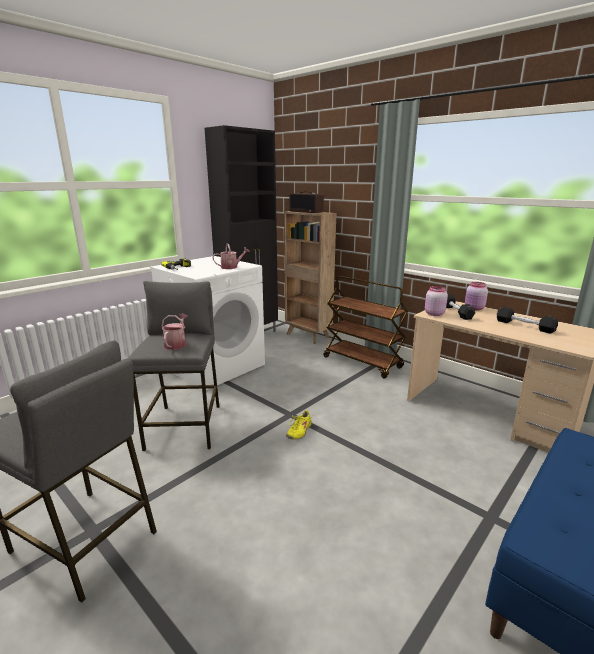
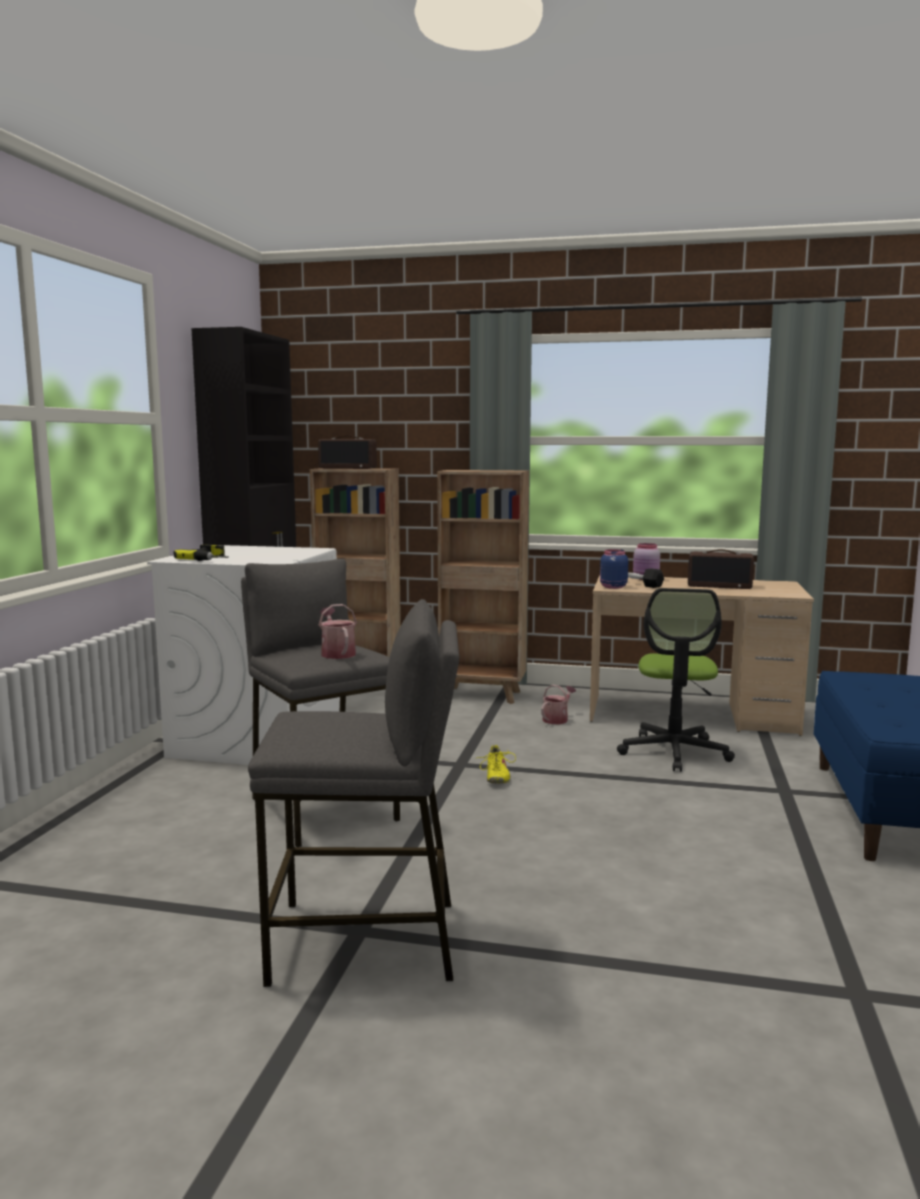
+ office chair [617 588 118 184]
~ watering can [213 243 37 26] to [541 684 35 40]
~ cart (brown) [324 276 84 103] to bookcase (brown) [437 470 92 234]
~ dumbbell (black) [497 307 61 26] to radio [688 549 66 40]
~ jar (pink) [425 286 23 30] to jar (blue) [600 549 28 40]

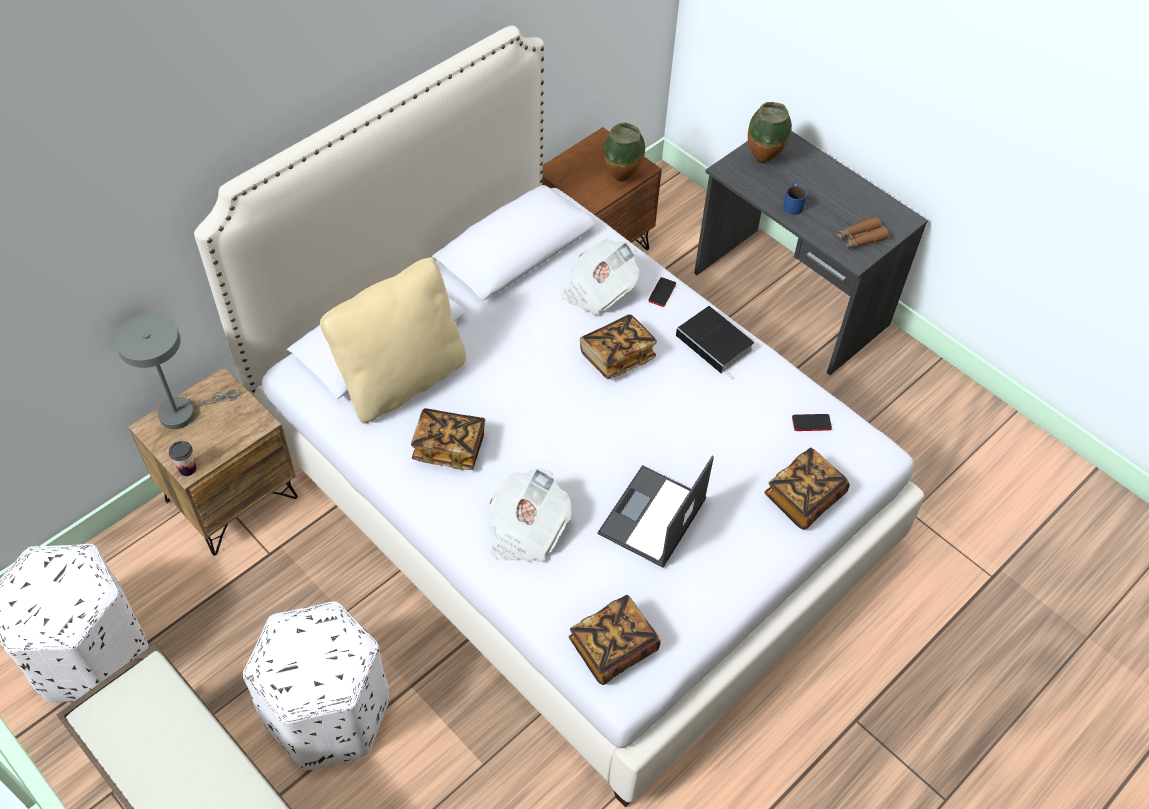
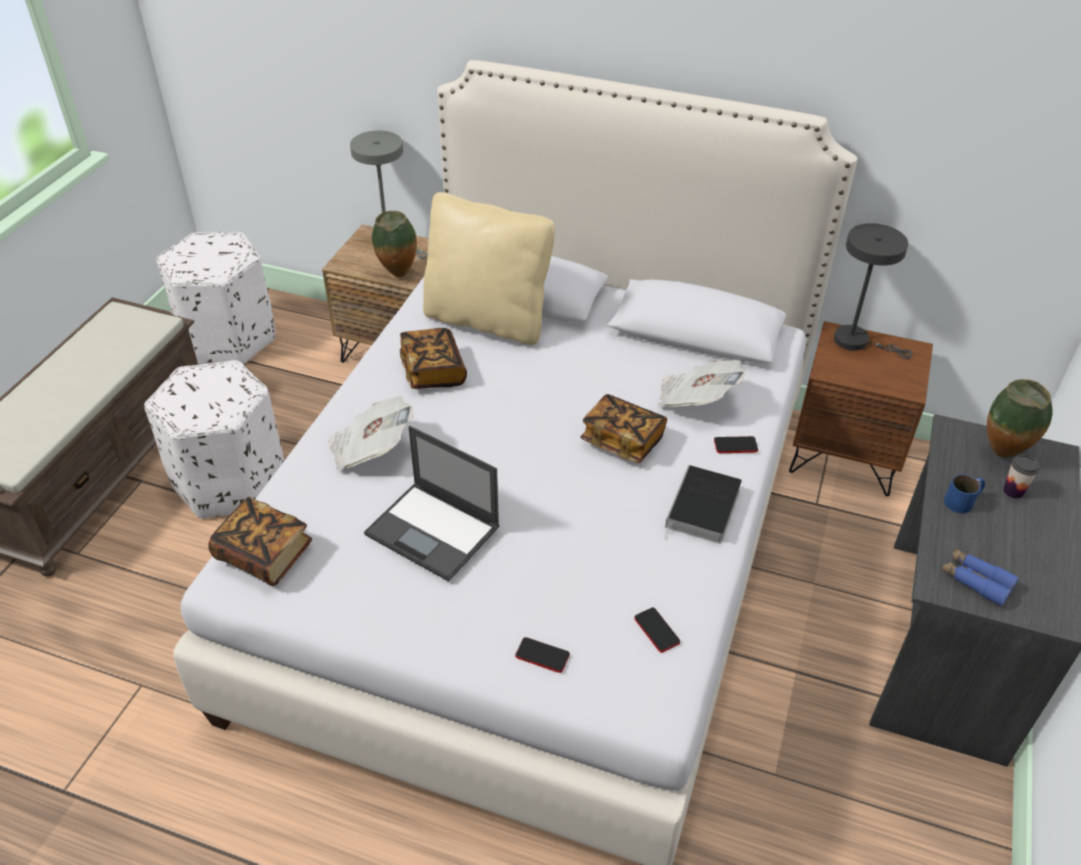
+ table lamp (grey) [834 223 79 136]
~ cup [169 441 27 35] to [1003 454 37 45]
~ vase [604 123 41 59] to [372 211 45 66]
~ book [764 448 86 81] to phone [515 637 55 36]
~ binoculars (brown) [836 217 53 32] to binoculars (blue) [941 548 78 59]
~ laptop [597 456 117 112] = [364 426 136 156] 150 degrees counterclockwise

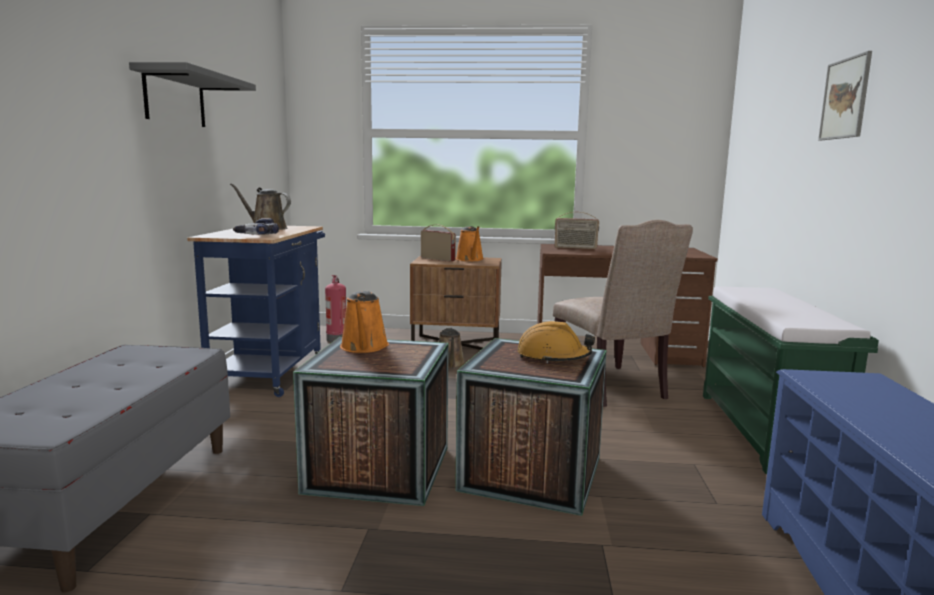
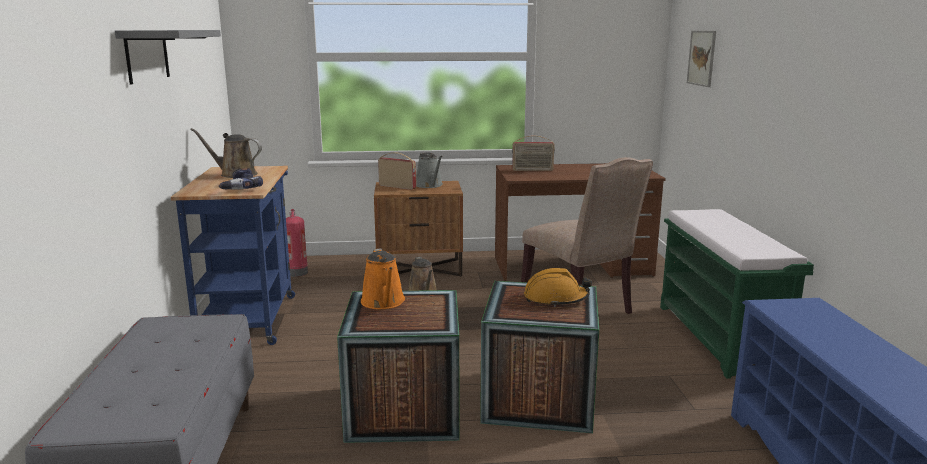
~ picture [818 51 54 89] to [687 31 29 56]
~ watering can (orange) [456 226 28 35] to watering can (grey) [416 152 27 36]

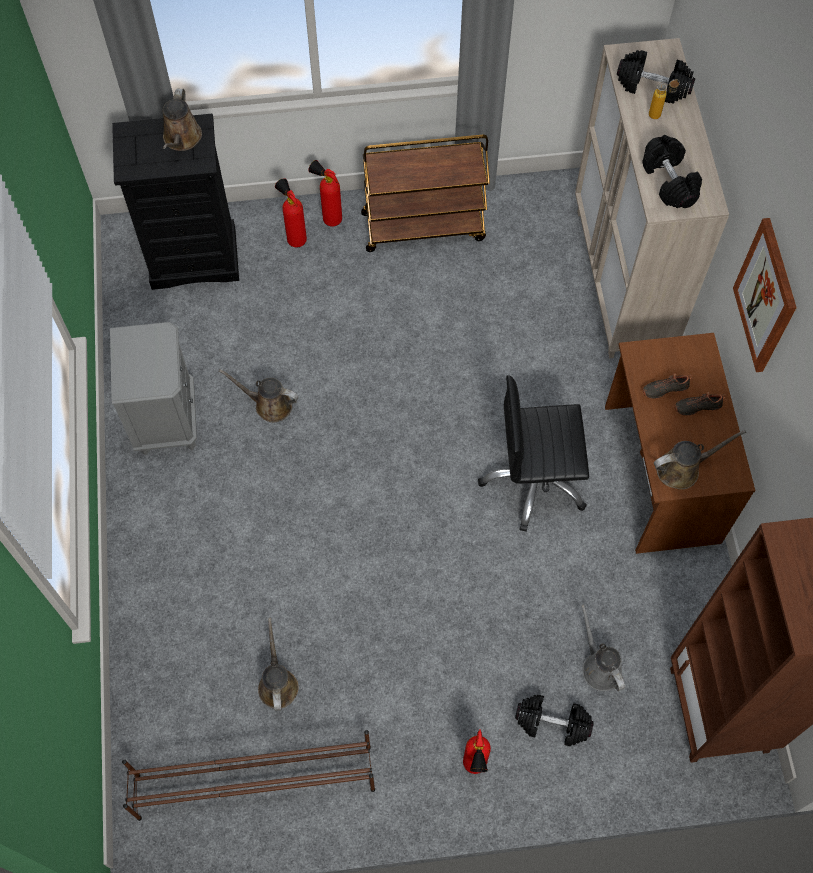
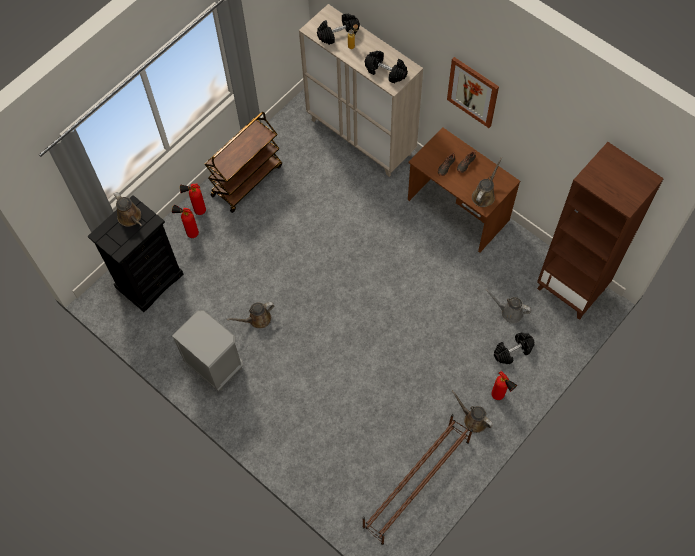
- office chair (black) [478 375 111 157]
~ watering can (brown) [258 618 41 93] to [452 390 41 43]

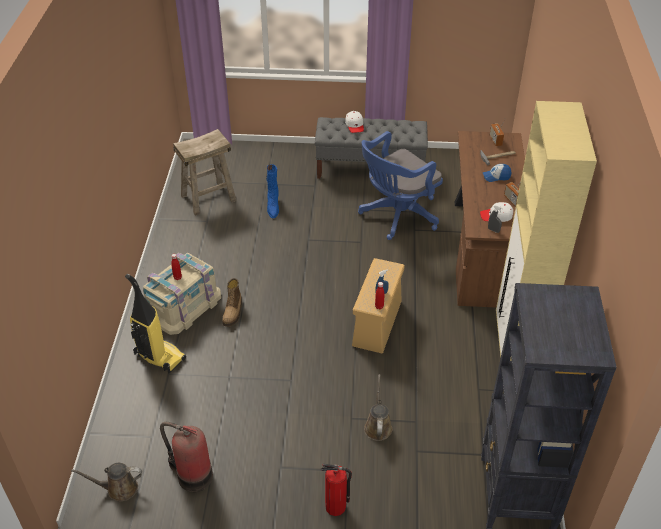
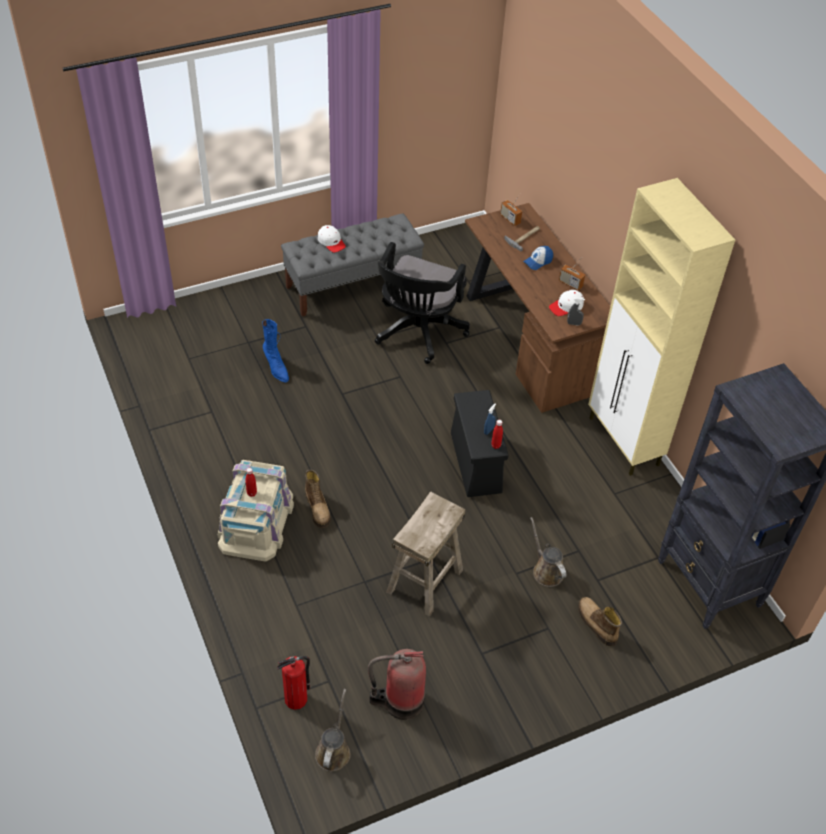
- vacuum cleaner [125 274 61 99]
+ boot [578 597 44 49]
~ stool (beige) [173 129 64 87] to [386 491 79 126]
~ fire extinguisher [321 464 31 52] to [277 656 33 54]
~ storage box (beige) [352 258 53 95] to storage box (black) [451 390 58 107]
~ office chair (blue) [358 131 85 109] to office chair (black) [375 242 95 122]
~ watering can (brown) [71 463 71 38] = [315 689 36 83] 135 degrees clockwise

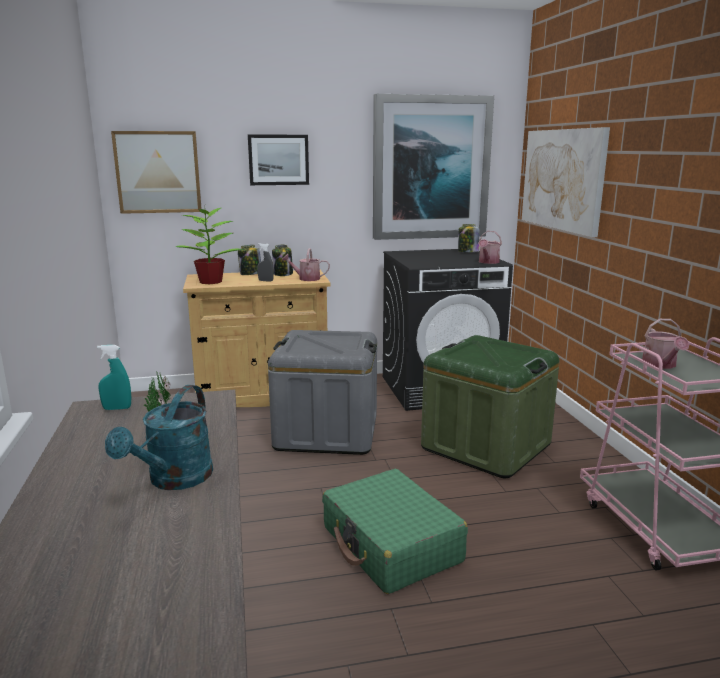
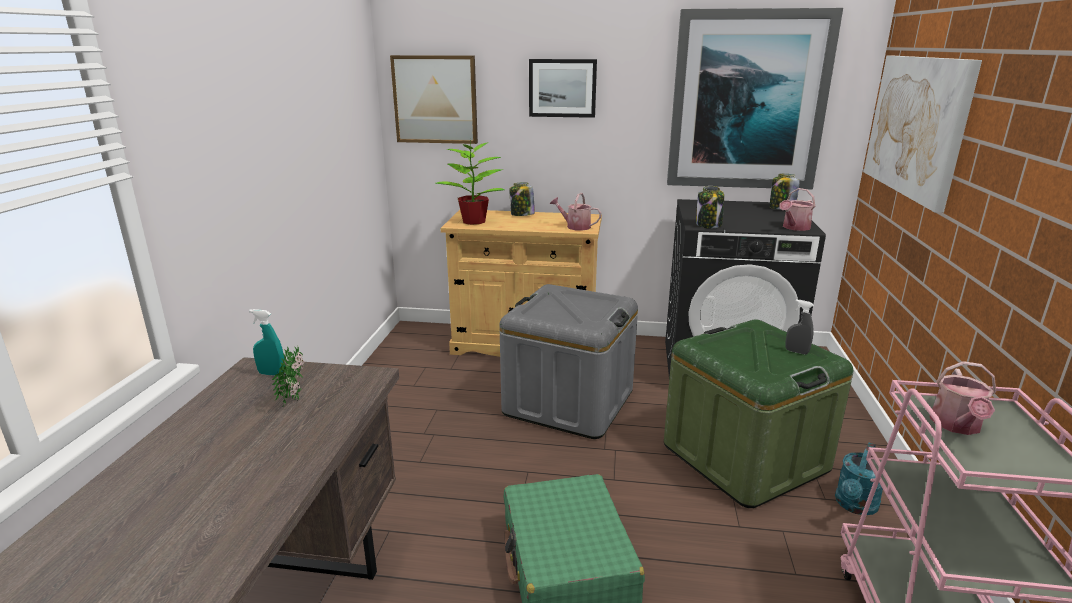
~ watering can (turquoise) [105 385 108 105] to [835 443 48 72]
~ spray bottle (grey) [257 243 17 39] to [786 300 28 55]
~ jar [272 244 21 32] to [696 186 28 42]

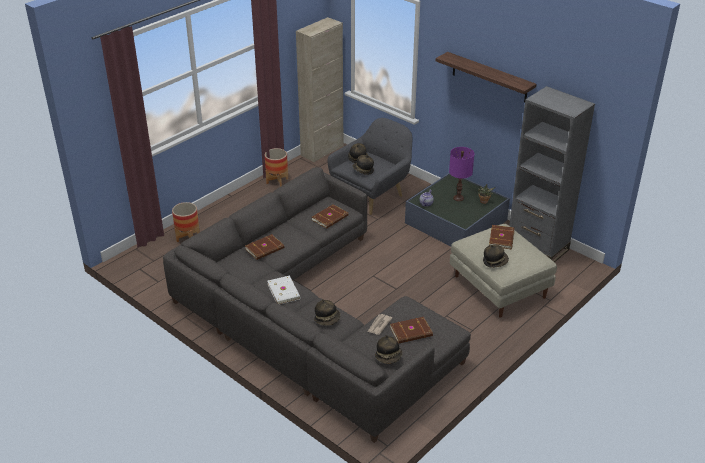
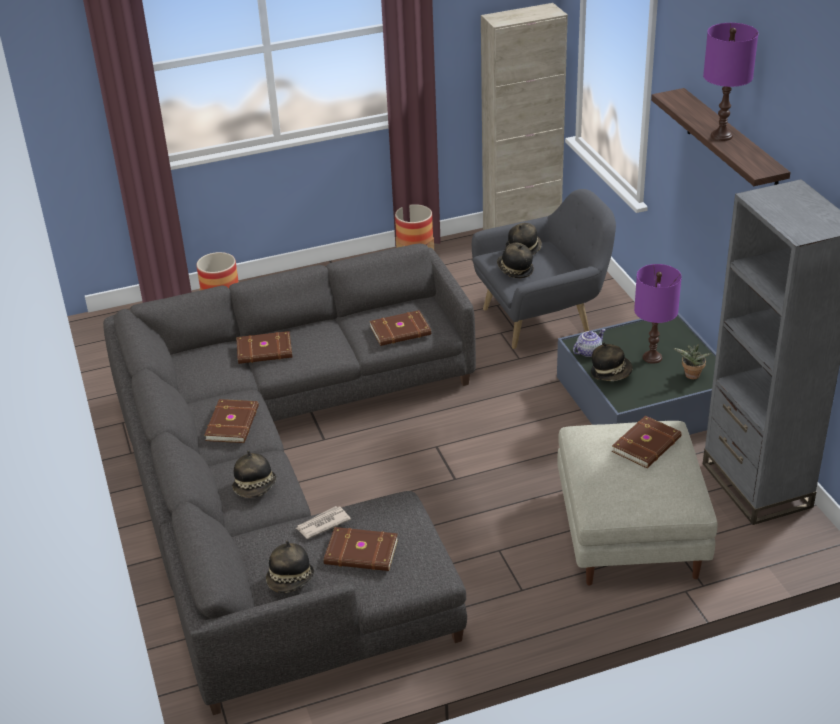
+ table lamp (purple) [703 23 55 118]
~ hat [483 245 26 23] to [591 343 41 38]
~ book (white) [268 276 33 28] to book (brown) [204 399 55 44]

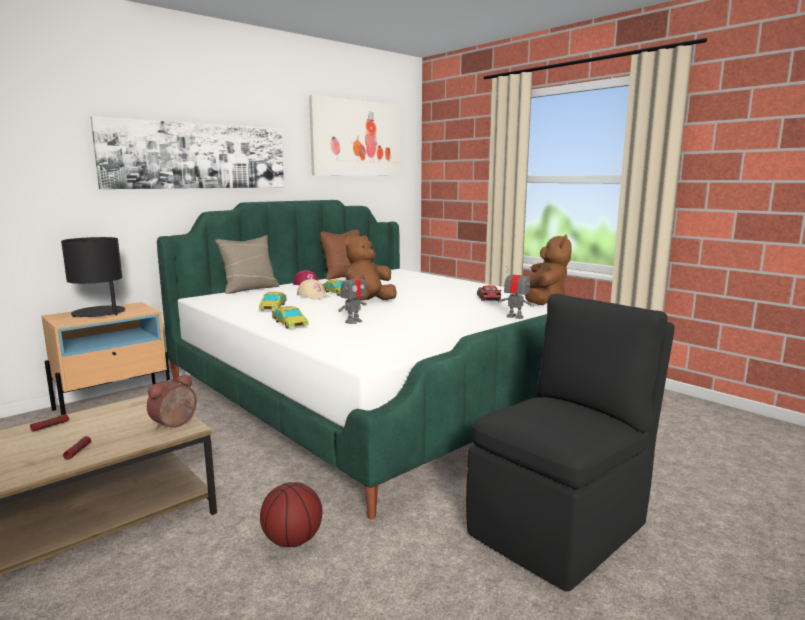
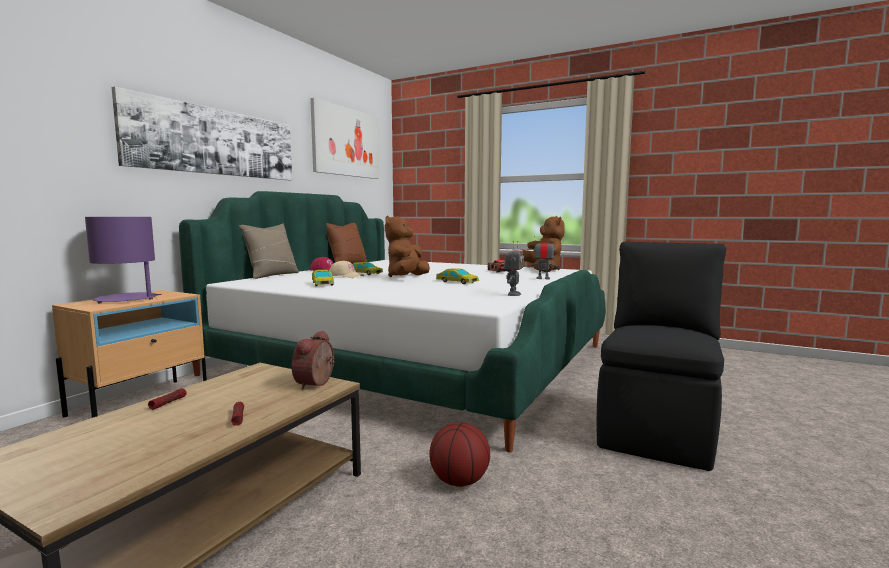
~ toy car [272 306 37 22] to [436 269 43 15]
~ toy robot [338 269 29 55] to [504 241 20 55]
~ table lamp (black) [61 237 64 80] to table lamp (purple) [85 217 77 86]

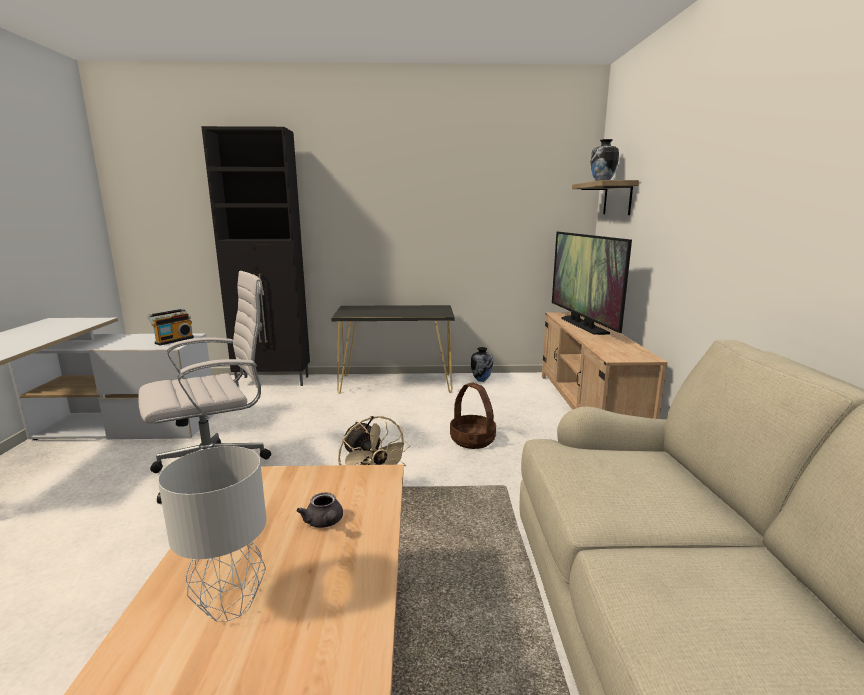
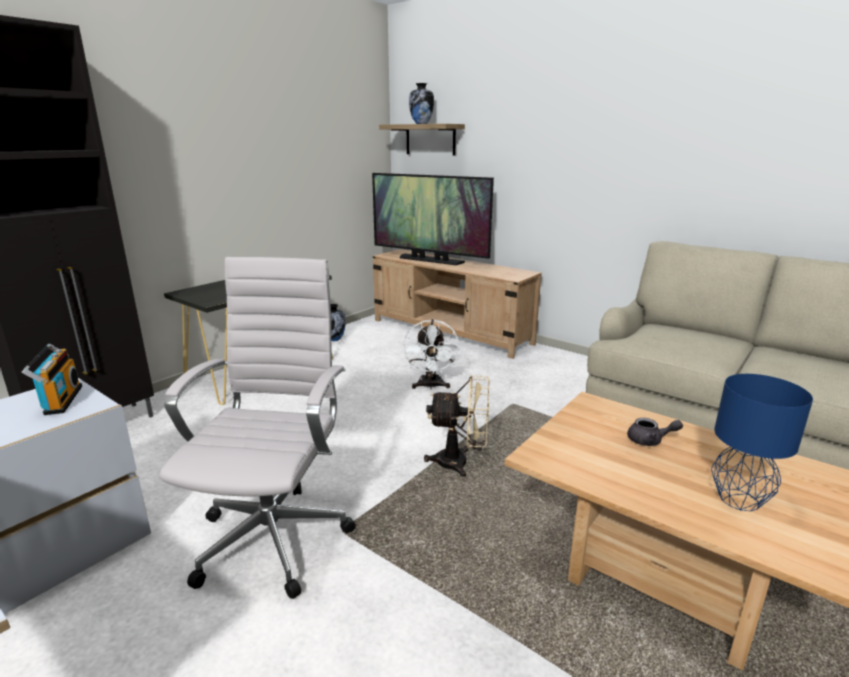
~ basket [450 382 46 67] to fan (white) [403 319 57 70]
~ table lamp (grey) [158 446 108 175] to table lamp (blue) [711 374 102 137]

